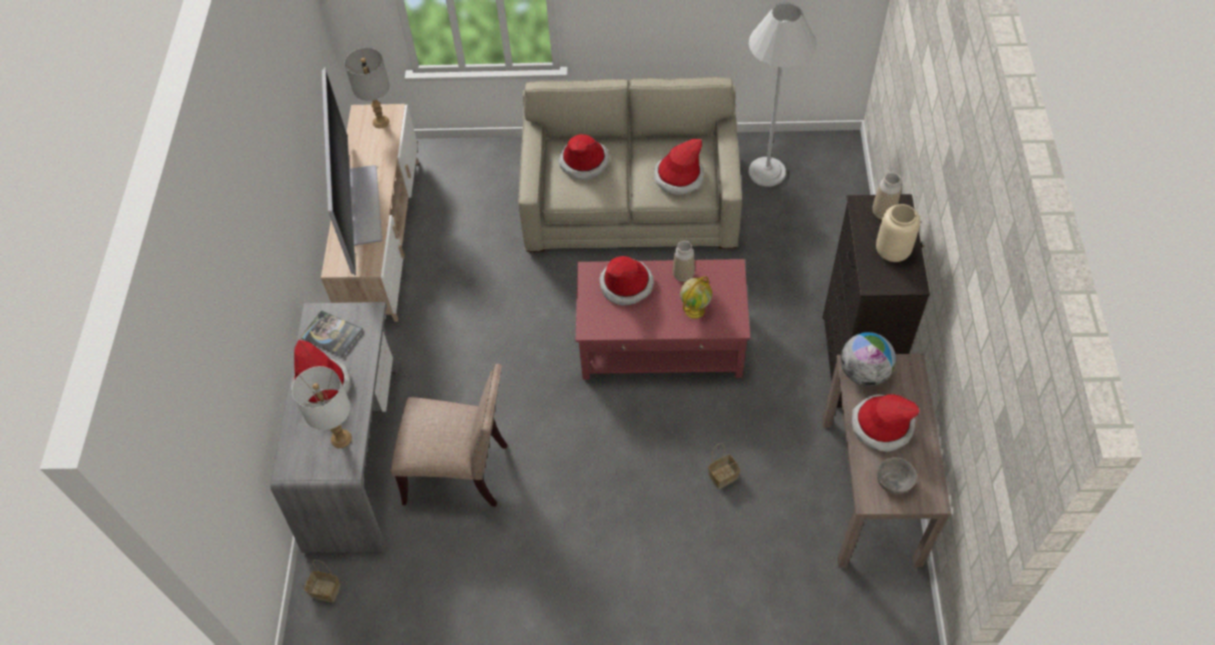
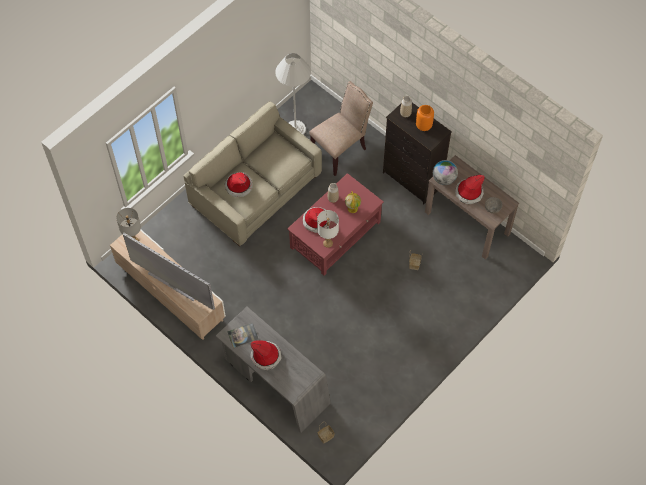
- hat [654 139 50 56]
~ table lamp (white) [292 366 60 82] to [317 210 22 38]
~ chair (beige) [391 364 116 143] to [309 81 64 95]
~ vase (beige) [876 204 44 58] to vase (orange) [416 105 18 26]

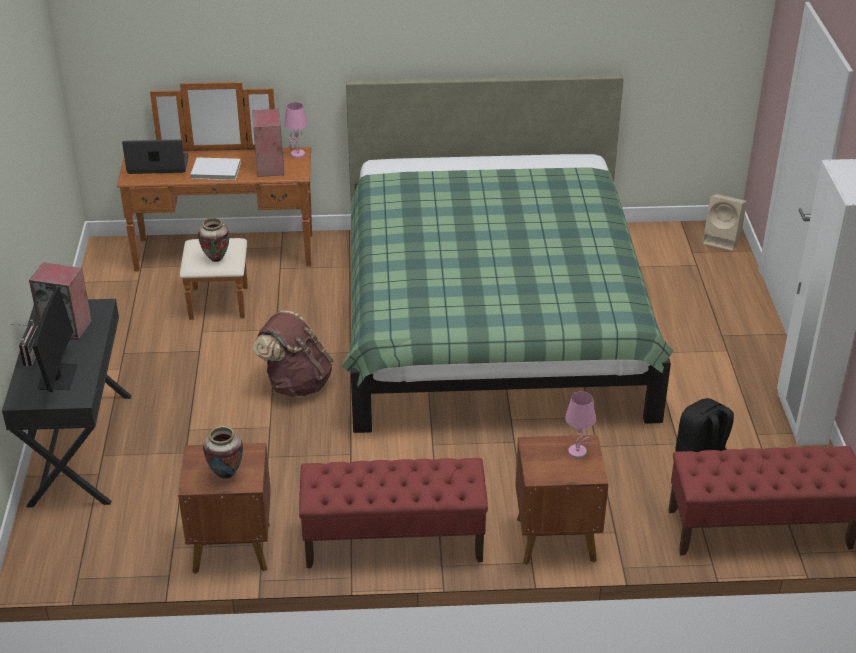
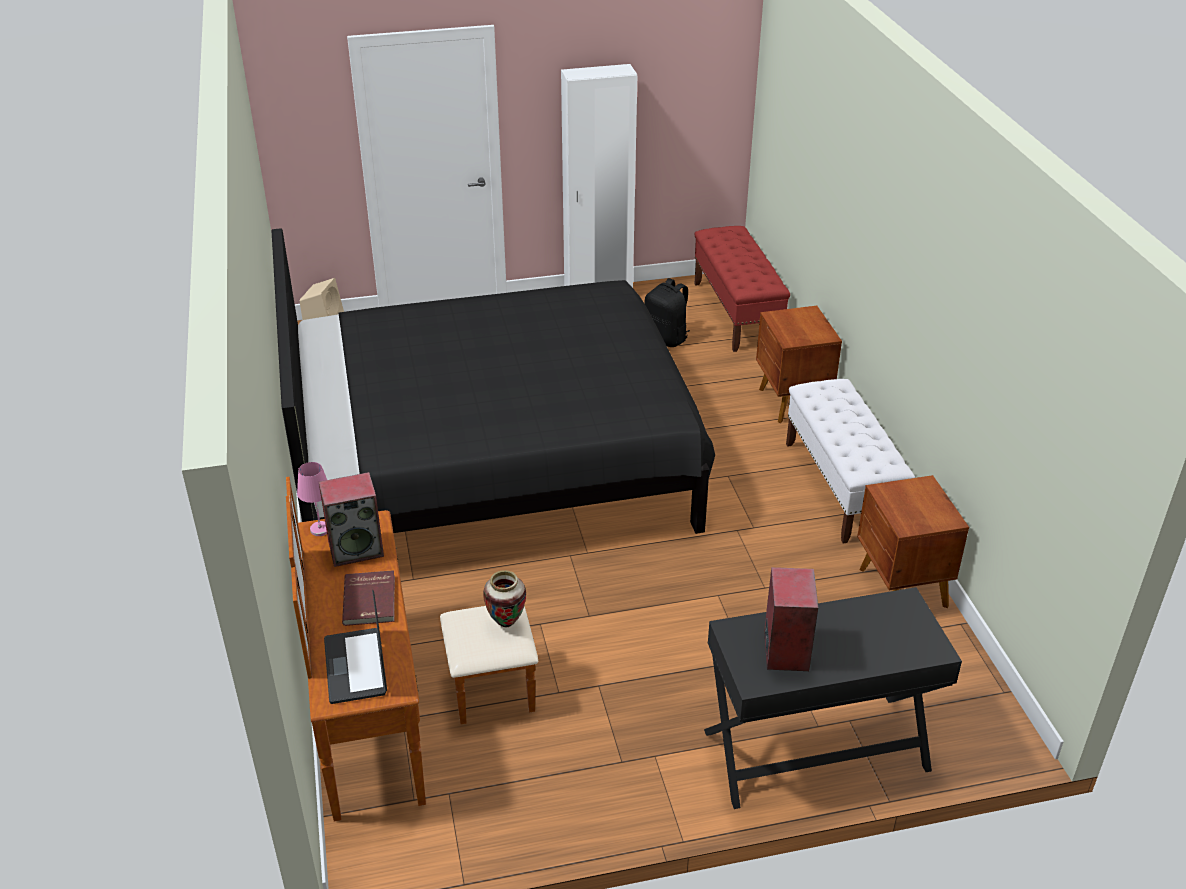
- radio [10 320 28 47]
- monitor [33 287 45 105]
- vase [203 426 40 53]
- backpack (brown) [253 310 80 87]
- table lamp (pink) [565 391 31 68]
~ book (white) [190 157 51 23] to book (red) [342 570 53 56]
~ bench (red) [299 458 189 110] to bench (white) [786 379 129 164]
~ bed (green) [341 74 332 359] to bed (black) [271 228 444 306]

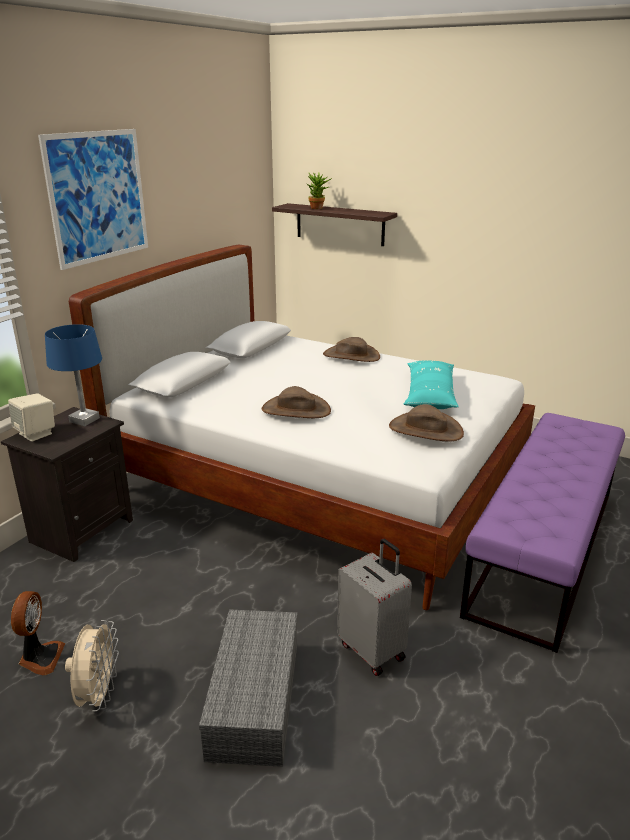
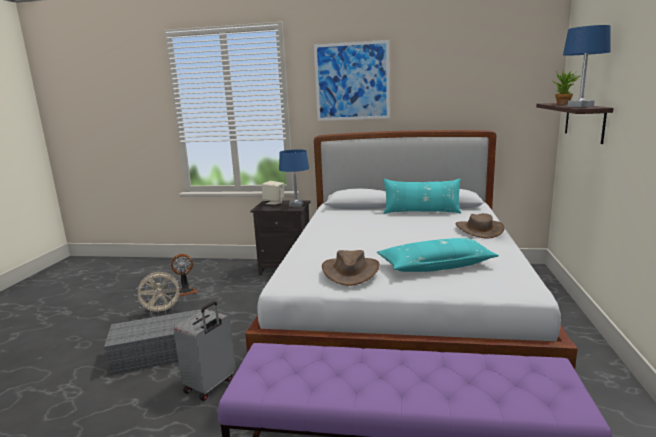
- hat (brown) [262 386 69 32]
+ pillow (turquoise) [384 179 77 35]
+ table lamp (blue) [563 25 48 82]

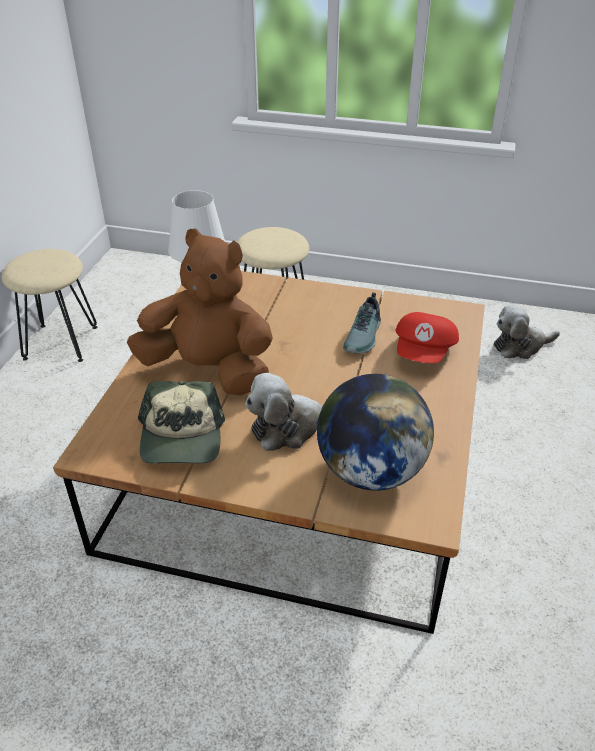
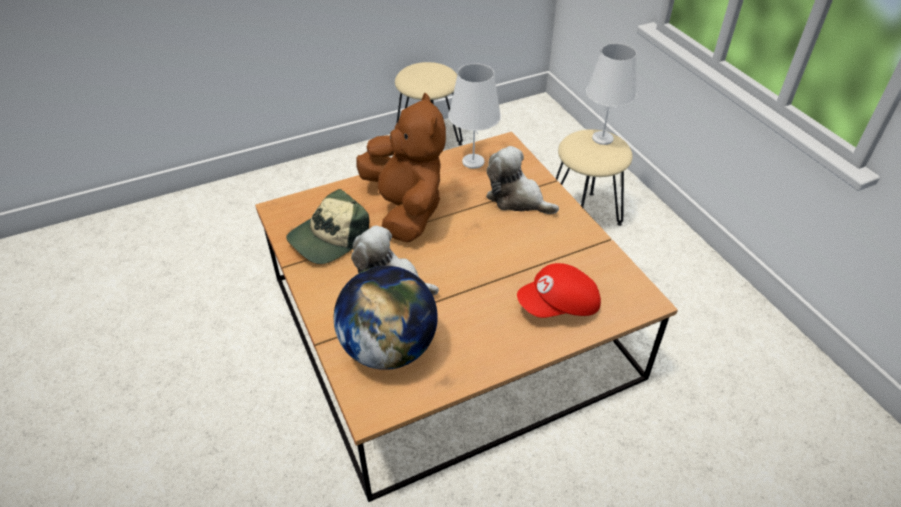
- shoe [343 292 38 61]
+ table lamp (white) [586 43 51 102]
~ plush toy [494 305 66 54] to [486 146 73 68]

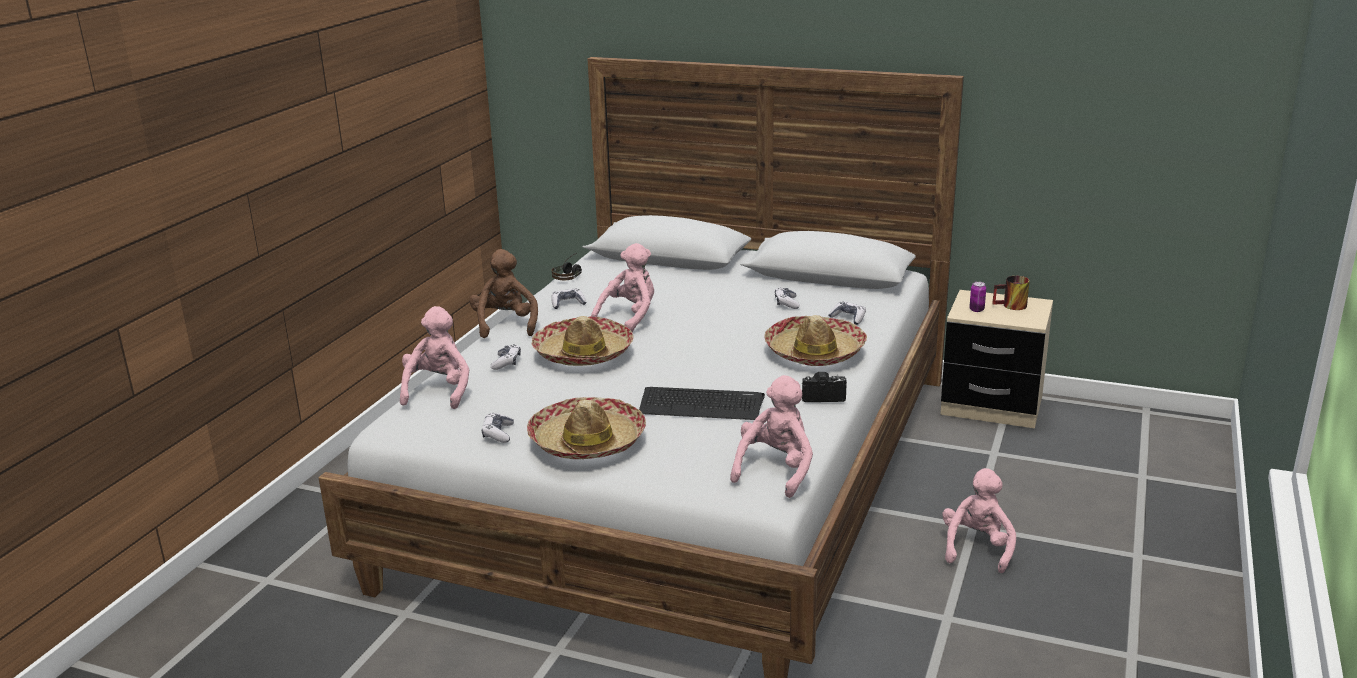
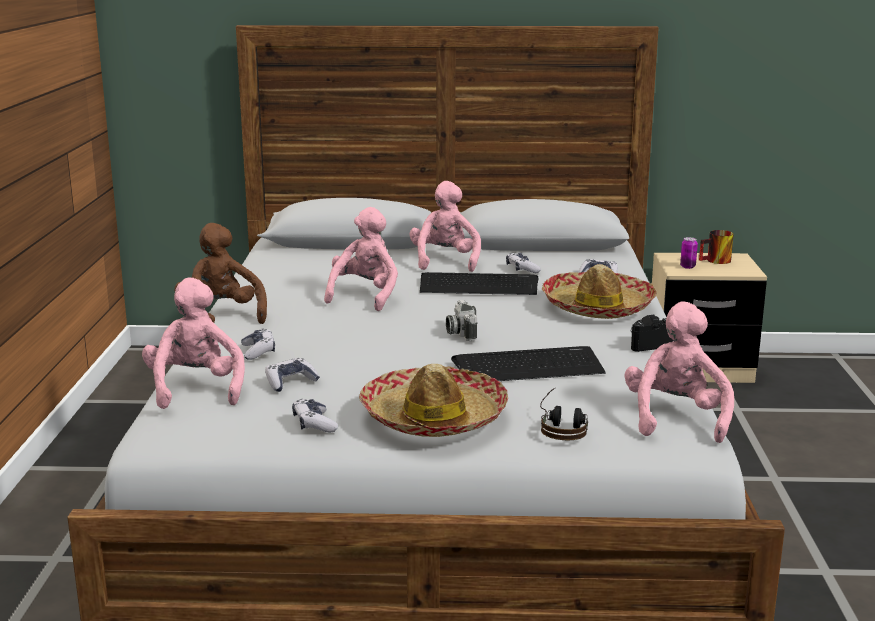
- hat [532 316 101 50]
+ keyboard [420 272 119 23]
+ photo camera [446 300 31 41]
~ headphones [551 253 31 27] to [540 388 48 52]
~ game controller [551 288 36 21] to [265 358 55 34]
~ plush toy (pink) [942 468 74 105] to [410 181 71 91]

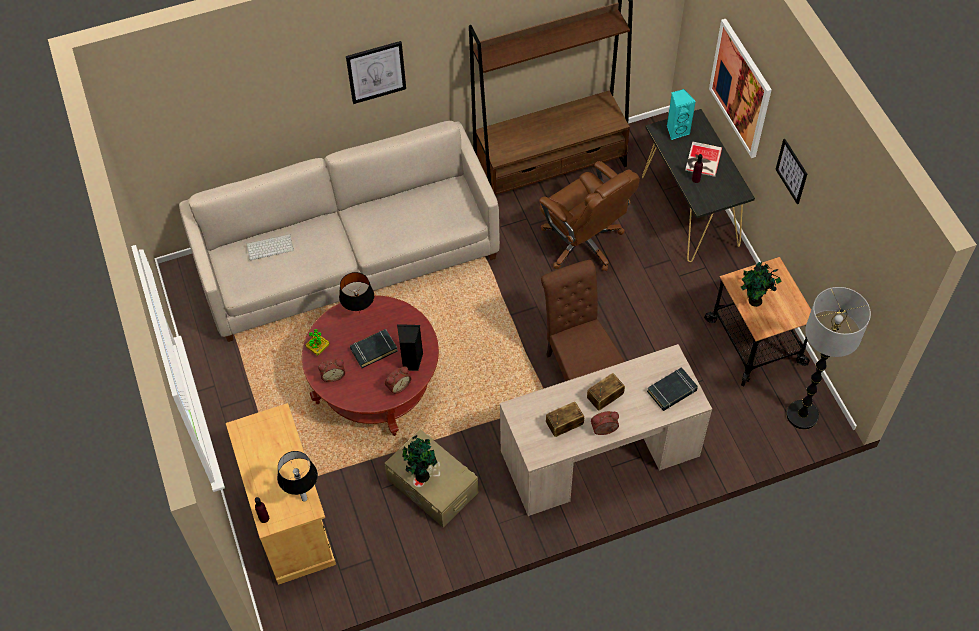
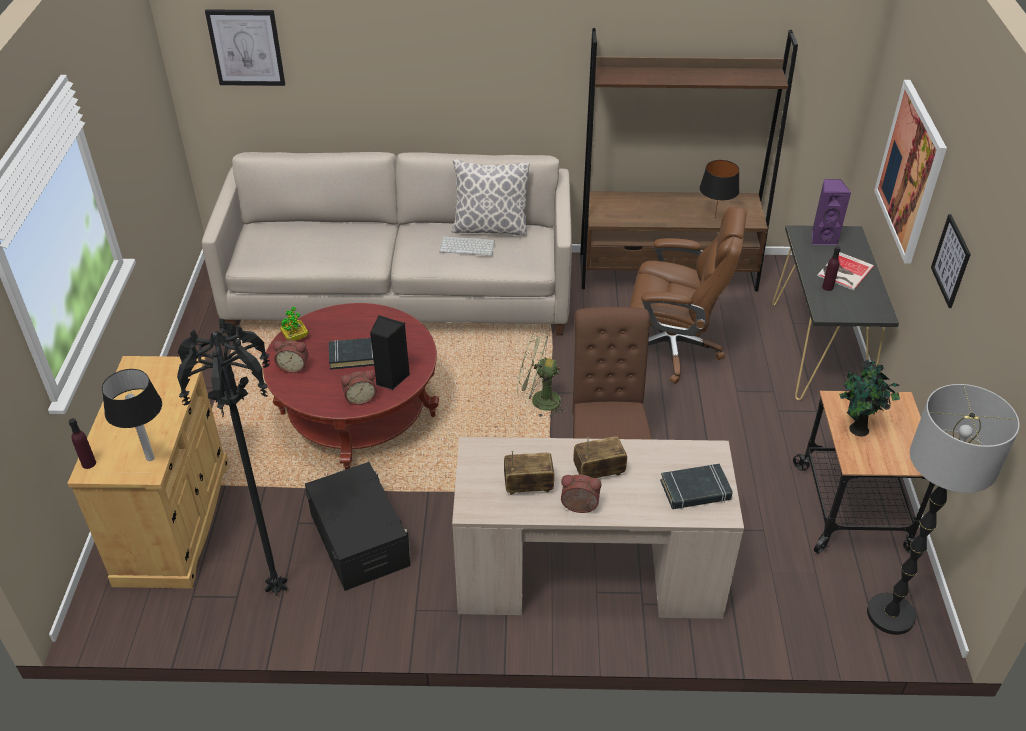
- potted plant [402 435 36 48]
+ floor lamp (black) [177 319 111 277]
+ pillow [452 158 78 78]
+ fan (green) [517 332 51 86]
~ keyboard [246 234 48 26] to [439 236 56 20]
~ table lamp (black) [339 272 35 41] to [699 160 41 57]
~ picture [346 41 60 63] to [205 9 80 77]
~ storage box (beige) [384 429 94 98] to storage box (black) [305 462 106 129]
~ speaker (turquoise) [667 89 29 51] to speaker (purple) [812 179 39 66]
~ office chair (brown) [539 161 101 110] = [629 207 118 177] 60 degrees counterclockwise

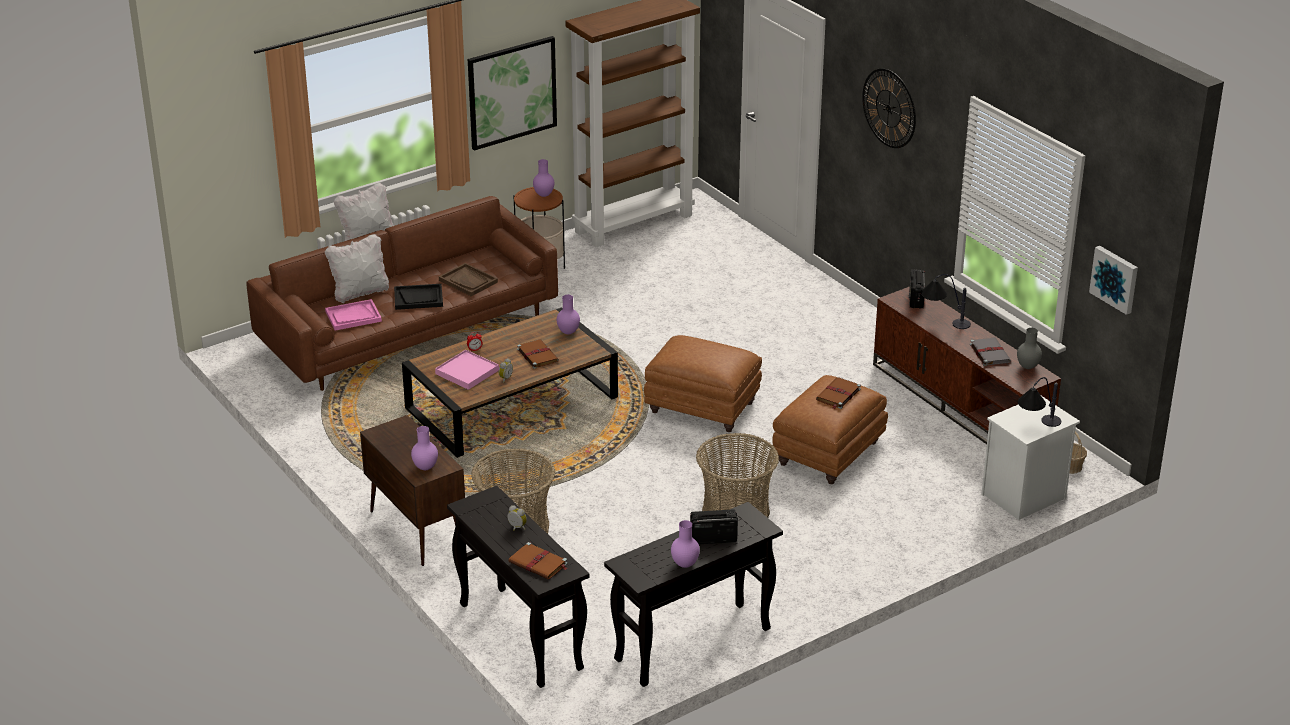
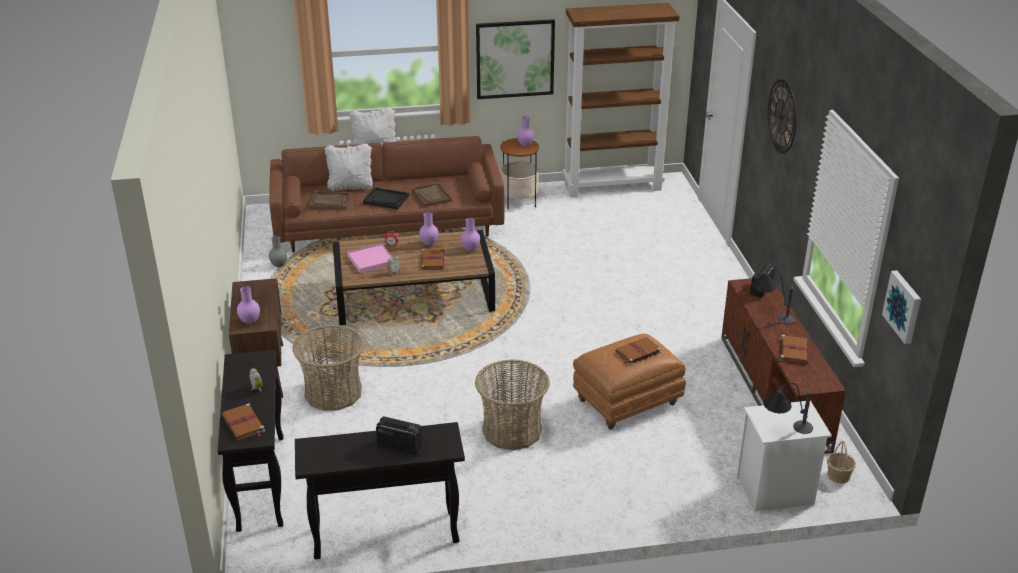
- ottoman (brown) [644 335 118 97]
~ vase (purple) [671 520 29 48] to [419 212 19 33]
~ vase (grey) [1017 328 25 41] to [269 236 18 31]
~ tray (pink) [325 299 57 32] to tray (brown) [309 191 43 19]
~ book (grey) [970 338 41 28] to book (brown) [780 335 28 29]

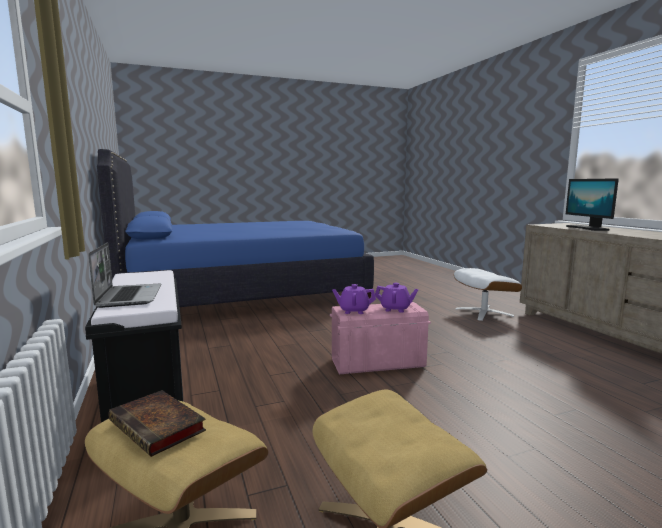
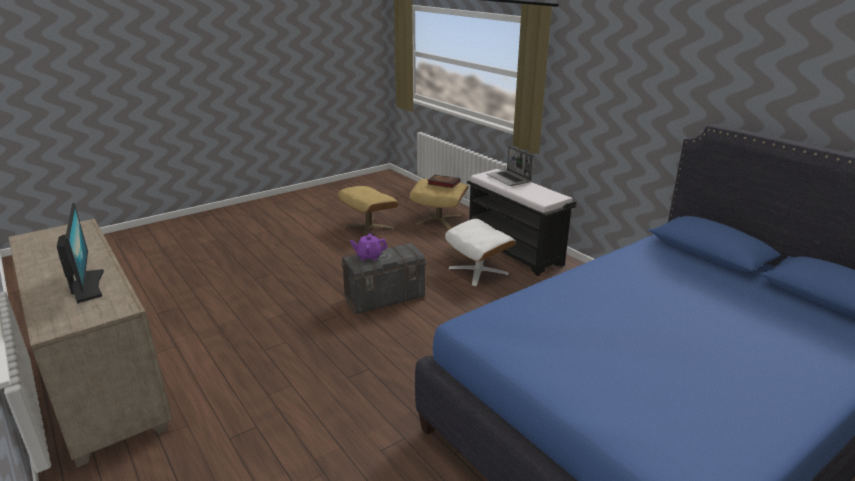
- teapot (purple) [332 284 44 30]
~ ottoman (white) [454 268 68 53] to [445 219 71 67]
~ storage box (pink) [330 302 101 72] to storage box (grey) [341 243 86 71]

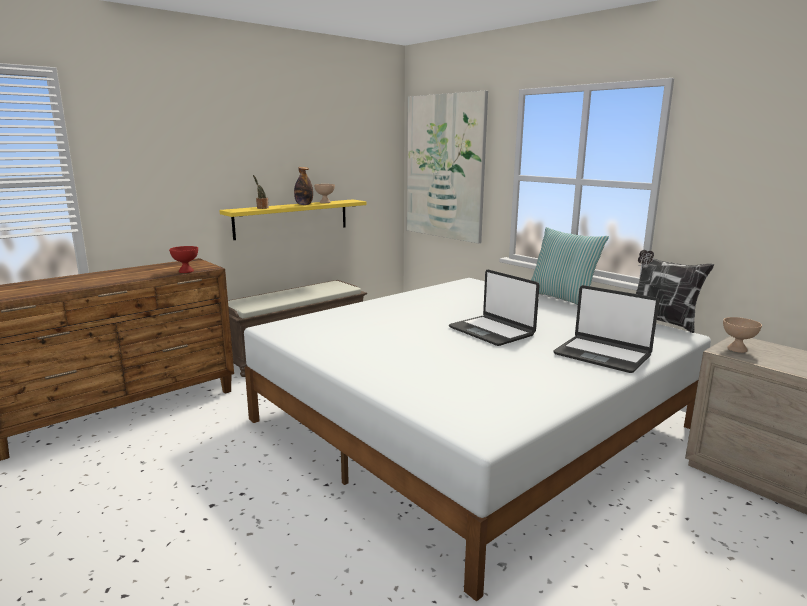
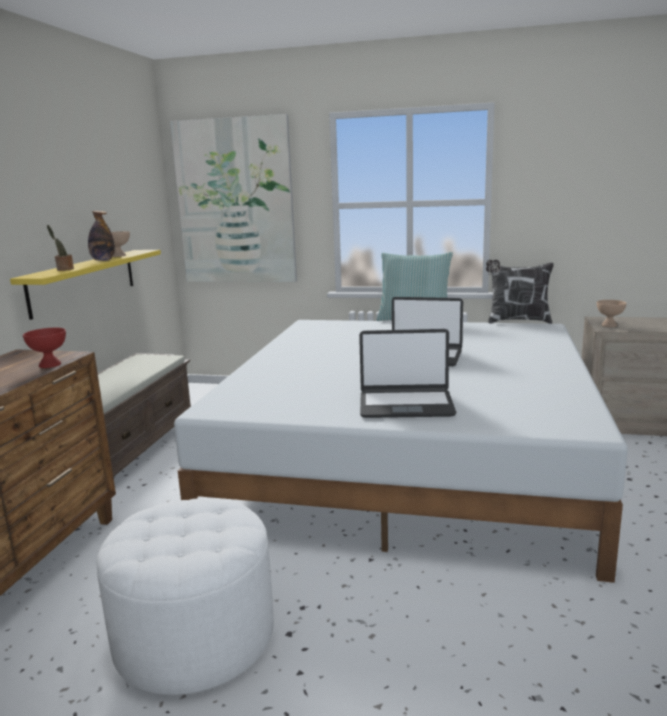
+ ottoman (white) [97 498 177 197]
~ laptop [553 285 106 88] to [359 329 97 89]

